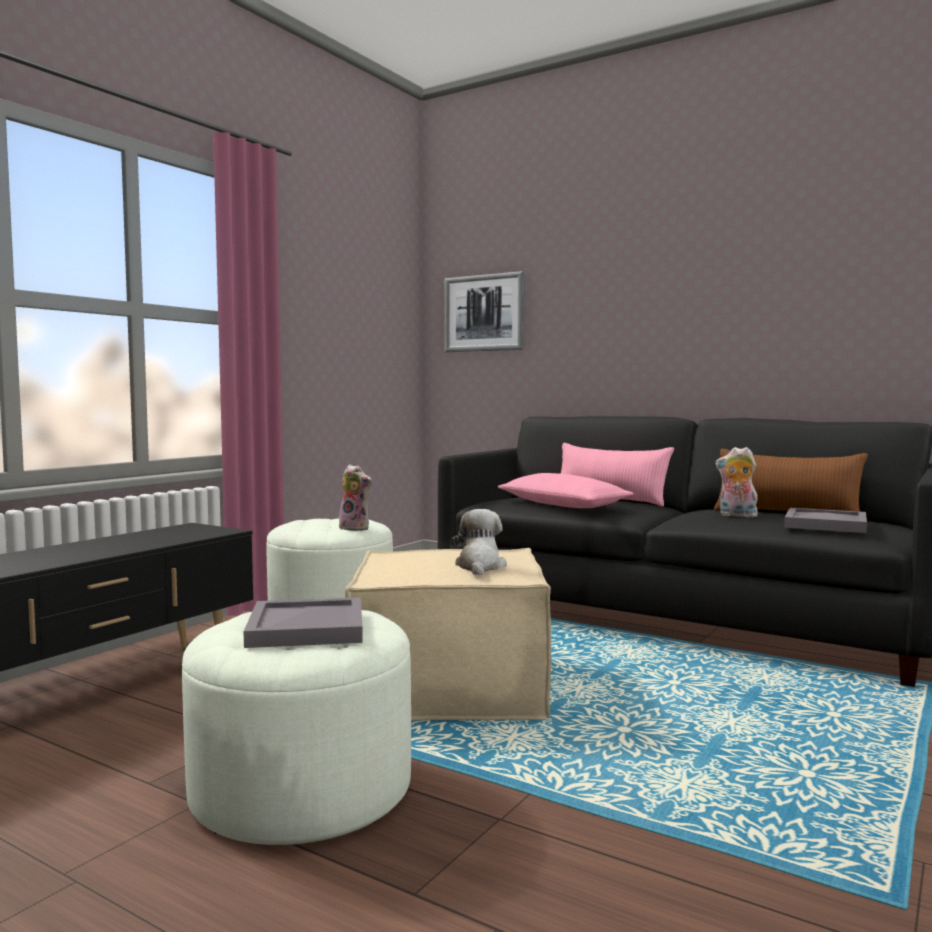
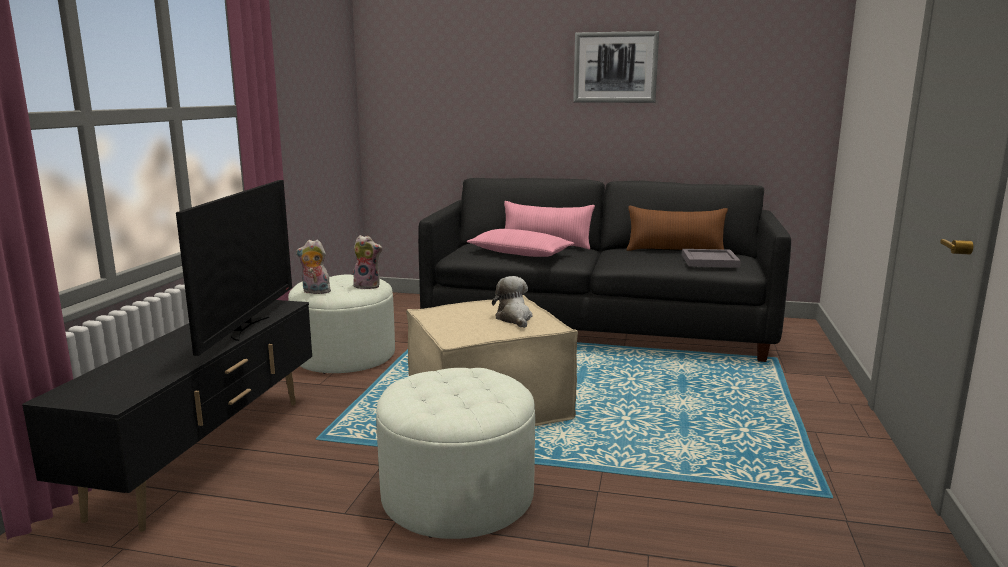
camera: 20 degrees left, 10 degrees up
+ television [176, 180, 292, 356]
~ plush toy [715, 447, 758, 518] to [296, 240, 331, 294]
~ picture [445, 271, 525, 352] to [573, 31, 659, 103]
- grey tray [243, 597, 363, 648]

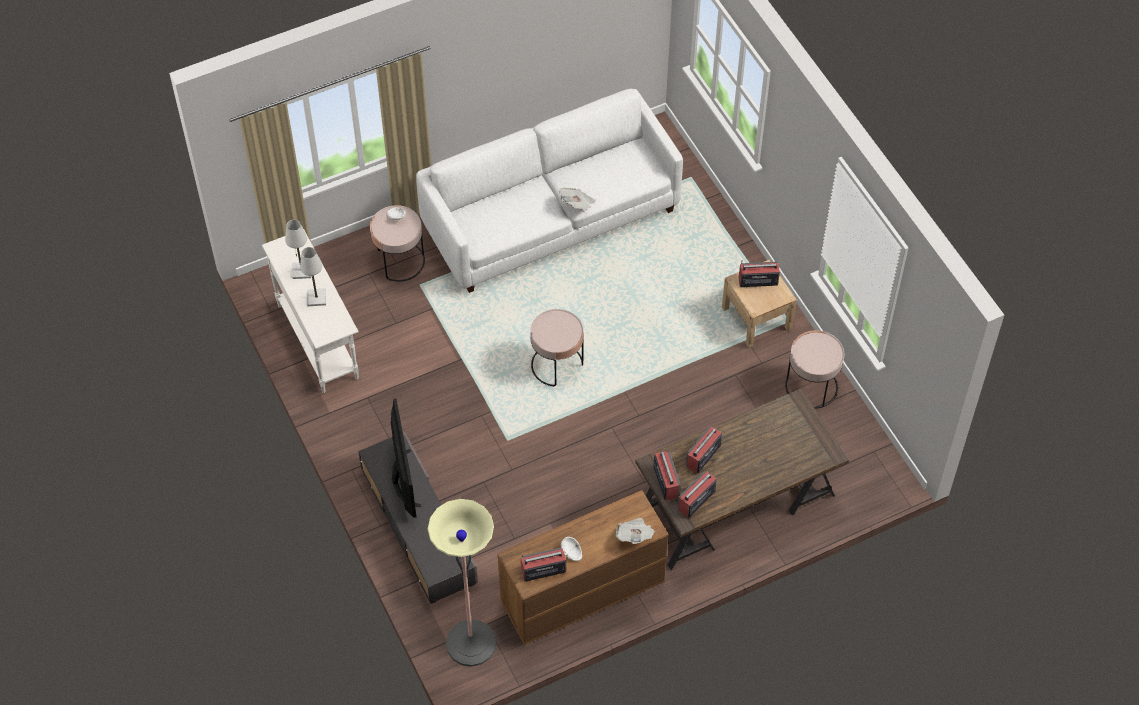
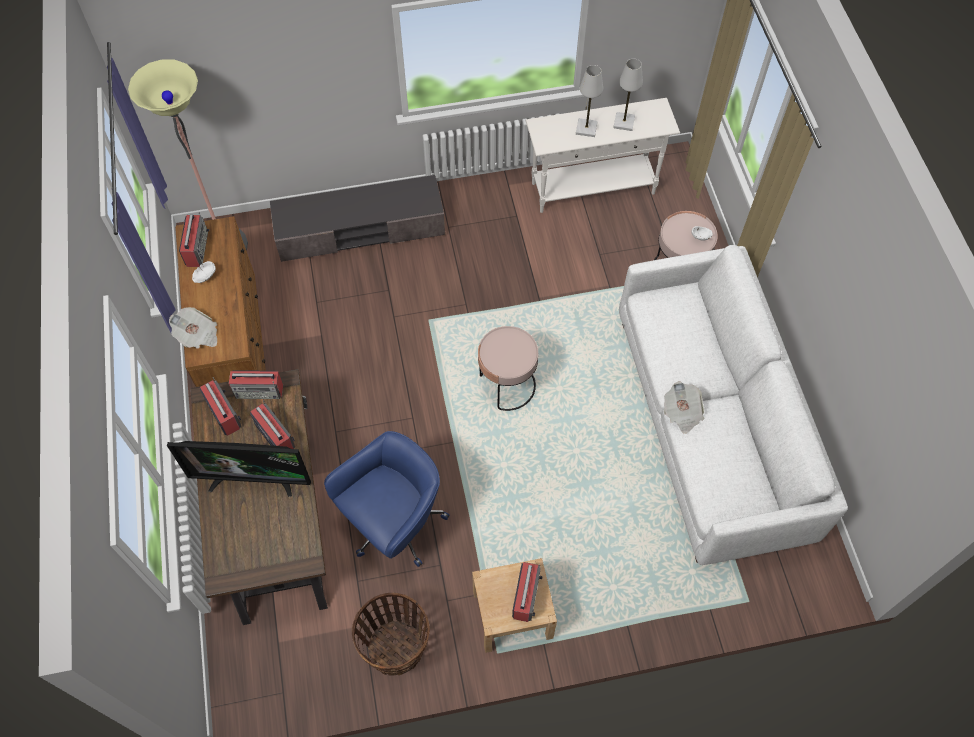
camera: 105 degrees right, 5 degrees up
~ television [391, 398, 422, 518] to [167, 441, 311, 497]
+ blue office chair [324, 431, 450, 567]
~ pink side table [785, 330, 844, 409] to basket [352, 593, 430, 676]

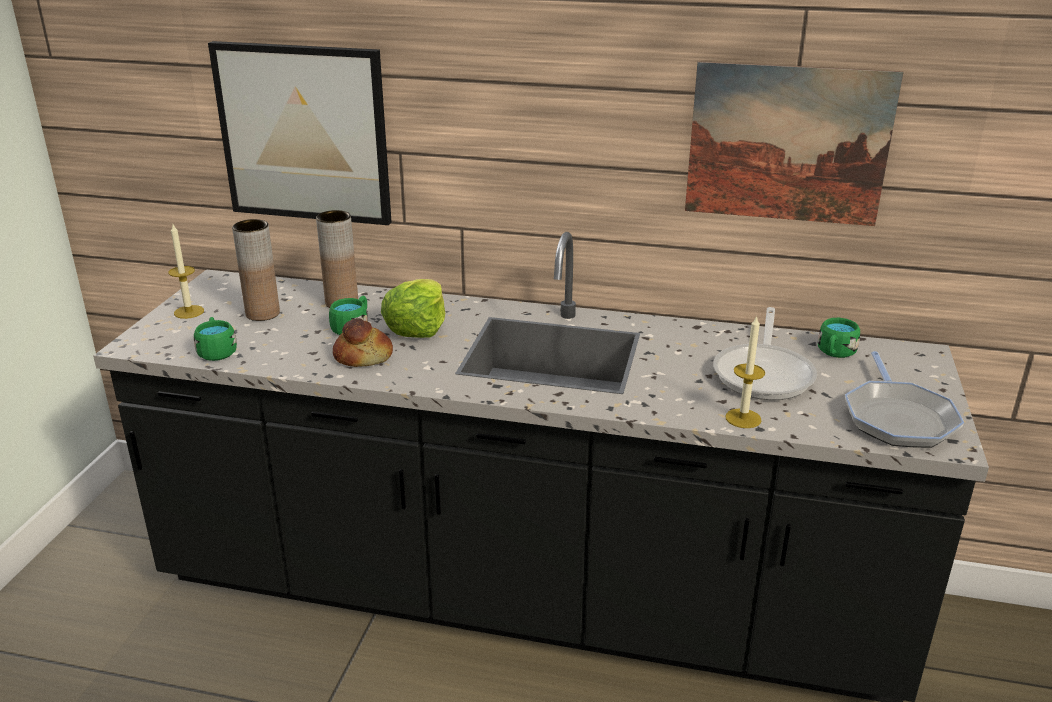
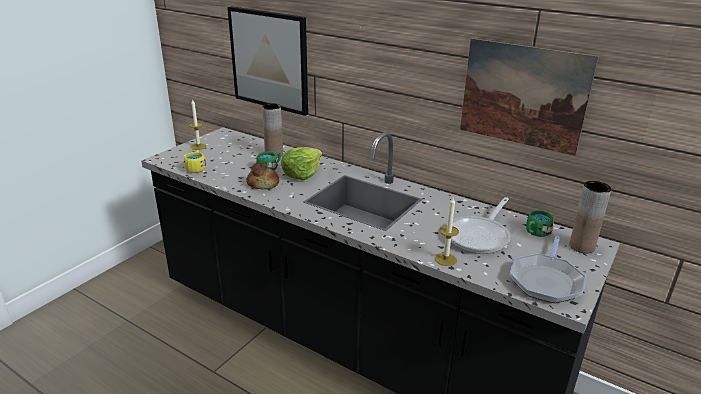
camera: 20 degrees right, 0 degrees up
~ green mug [194, 317, 237, 361] to yellow mug [184, 150, 206, 173]
~ brown vase [232, 219, 280, 321] to [569, 181, 611, 253]

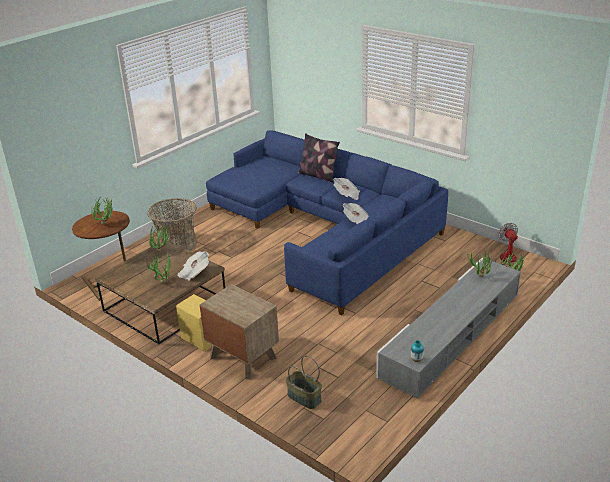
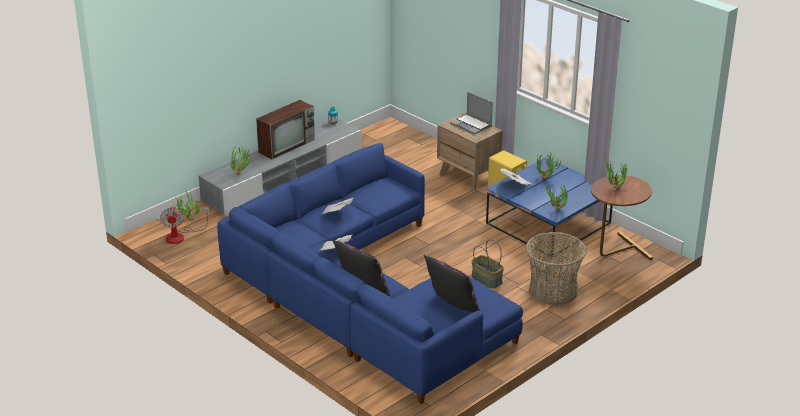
camera: 175 degrees left, 0 degrees up
+ television [256, 100, 315, 160]
+ pillow [424, 255, 480, 313]
+ laptop [450, 92, 493, 135]
~ basket [286, 356, 322, 409] to [472, 239, 504, 289]
~ brown coffee table [95, 241, 225, 344] to blue coffee table [486, 157, 613, 255]

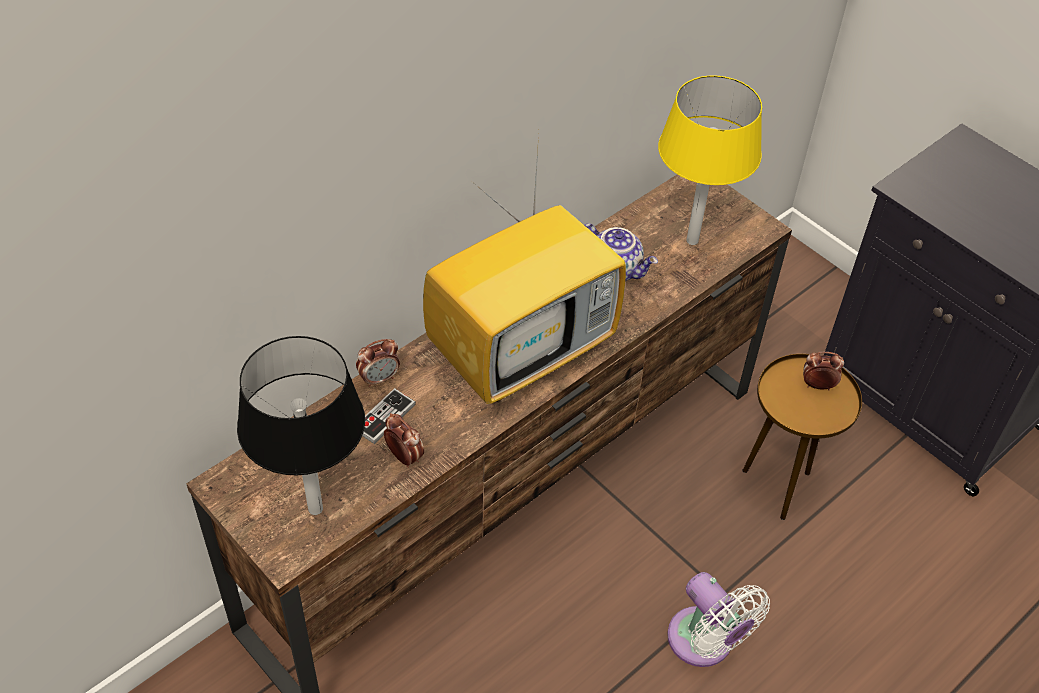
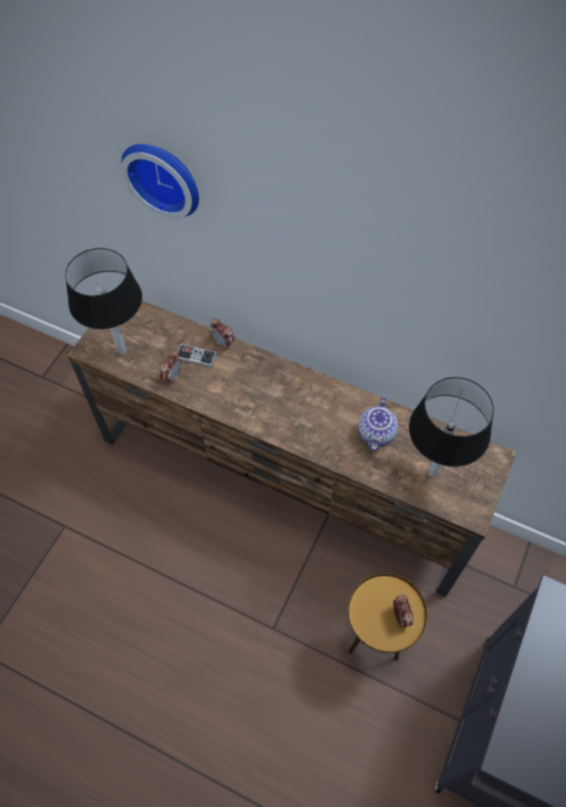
camera: 70 degrees right, 10 degrees up
+ wall clock [121, 144, 199, 219]
~ yellow table lamp [658, 75, 762, 245] to black table lamp [409, 377, 494, 477]
- television [423, 135, 626, 404]
- white fan [667, 572, 770, 667]

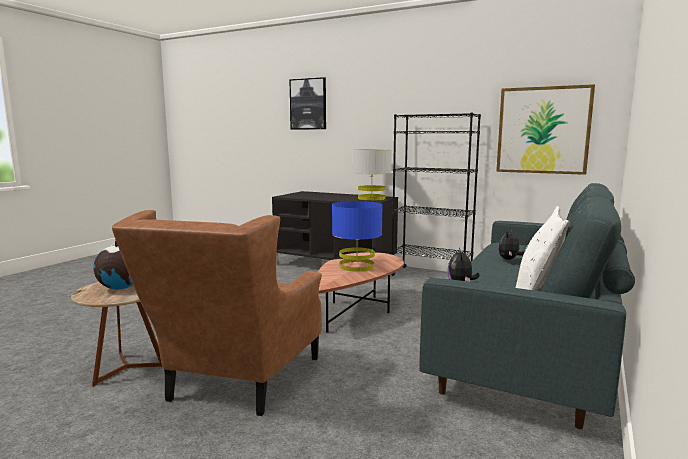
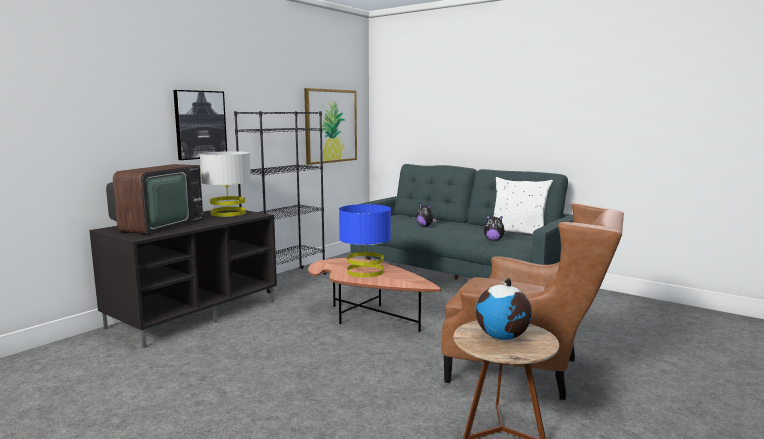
camera: 80 degrees left, 0 degrees up
+ television [106, 164, 203, 234]
~ picture [290, 77, 326, 130] to [173, 90, 227, 160]

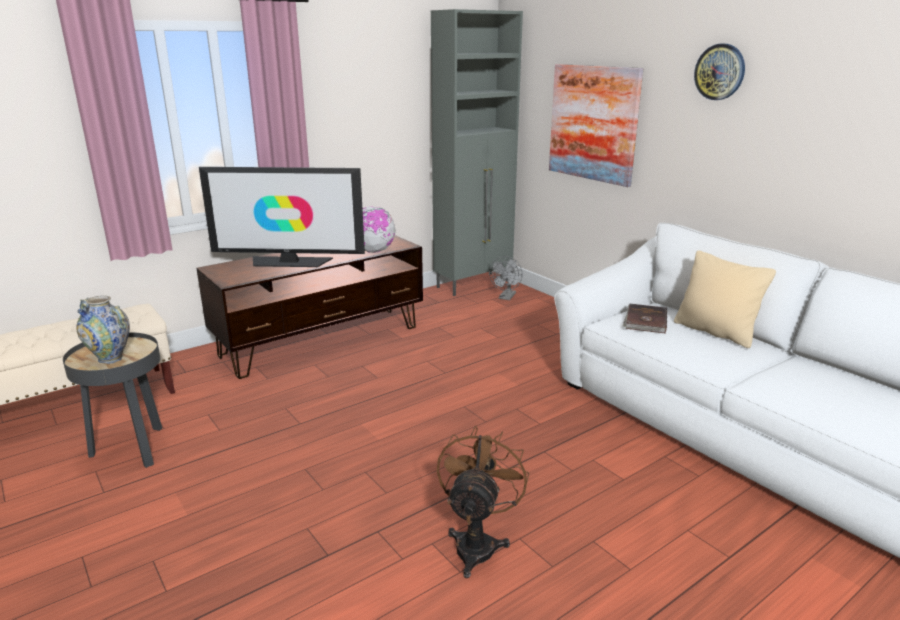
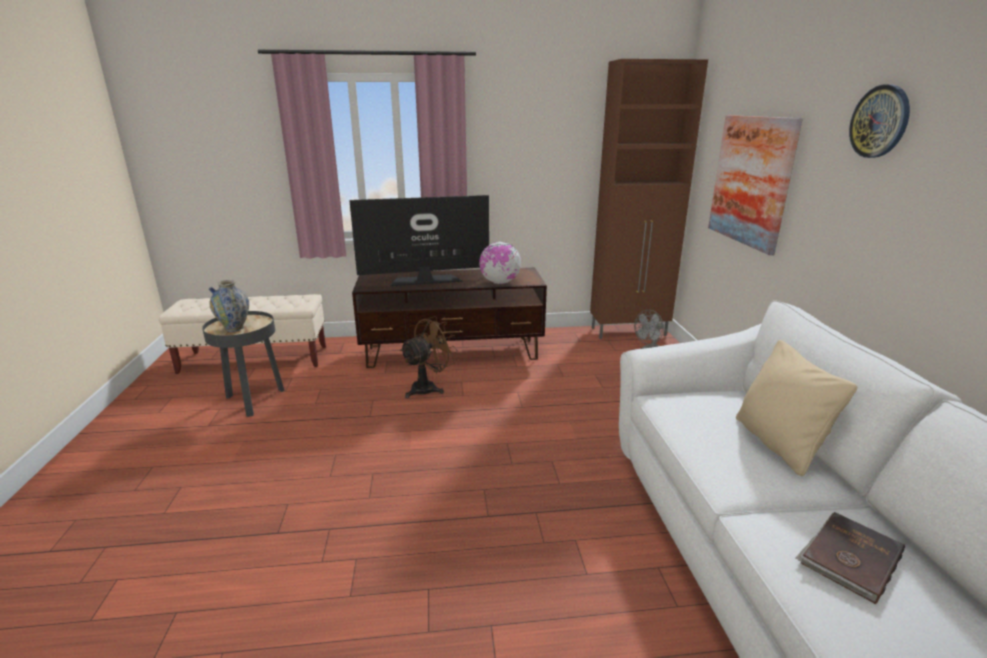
camera: 30 degrees right, 0 degrees up
~ television [199, 167, 365, 267] = [349, 195, 489, 286] 135 degrees clockwise
~ brown fan [437, 426, 529, 578] to [399, 316, 458, 398]
~ grey cabinet [431, 9, 523, 296] to brown cabinet [590, 59, 708, 339]
~ brown book [622, 304, 667, 334] to [795, 512, 905, 604]

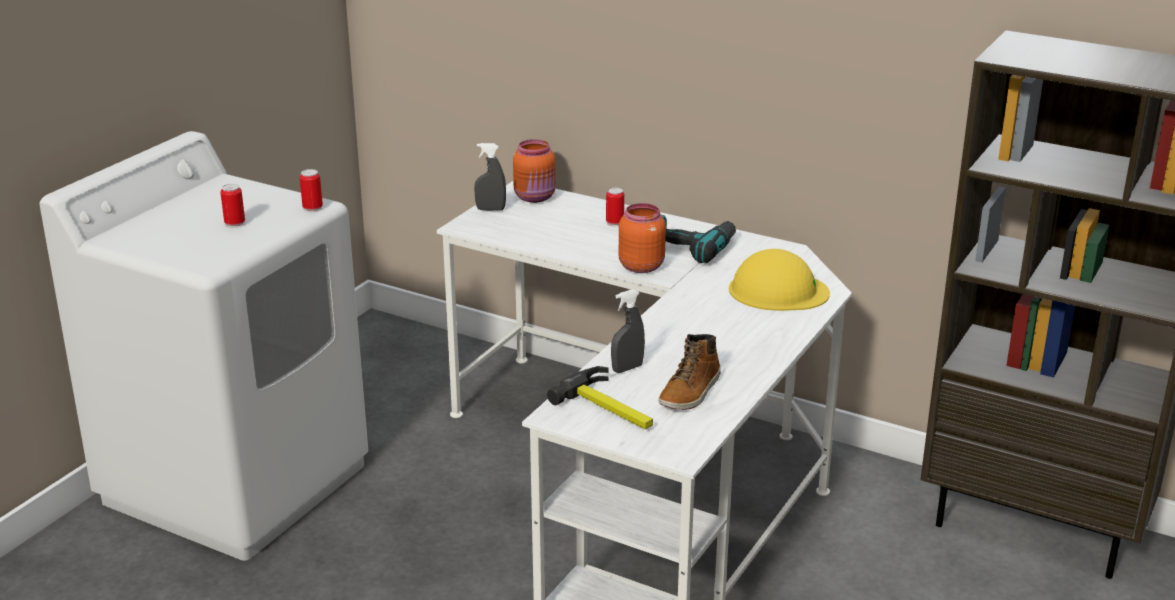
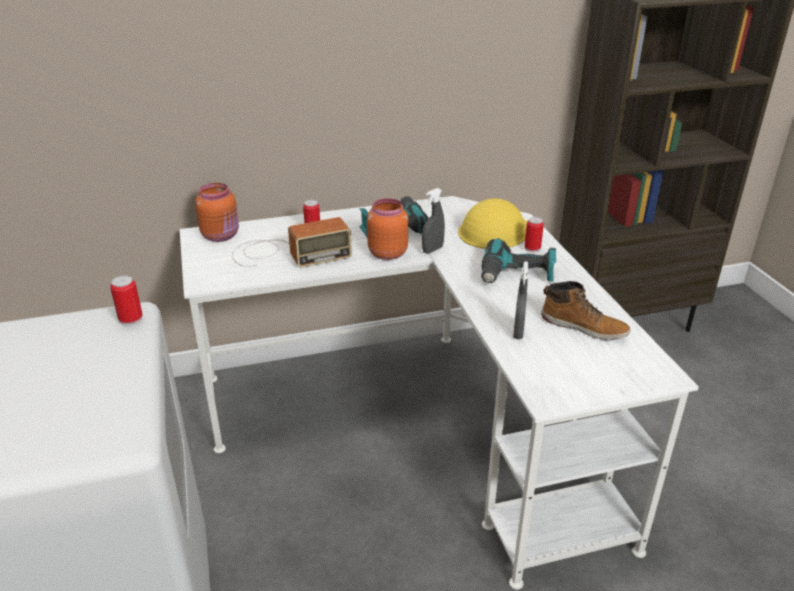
camera: 45 degrees left, 5 degrees up
+ radio [232, 217, 352, 267]
~ grey spray bottle [474, 143, 506, 211] to [422, 188, 445, 254]
+ power drill [481, 238, 556, 283]
~ can [220, 184, 245, 228] to [524, 217, 544, 253]
~ boot [659, 334, 721, 410] = [541, 281, 630, 340] 45 degrees counterclockwise
- hammer [547, 366, 653, 429]

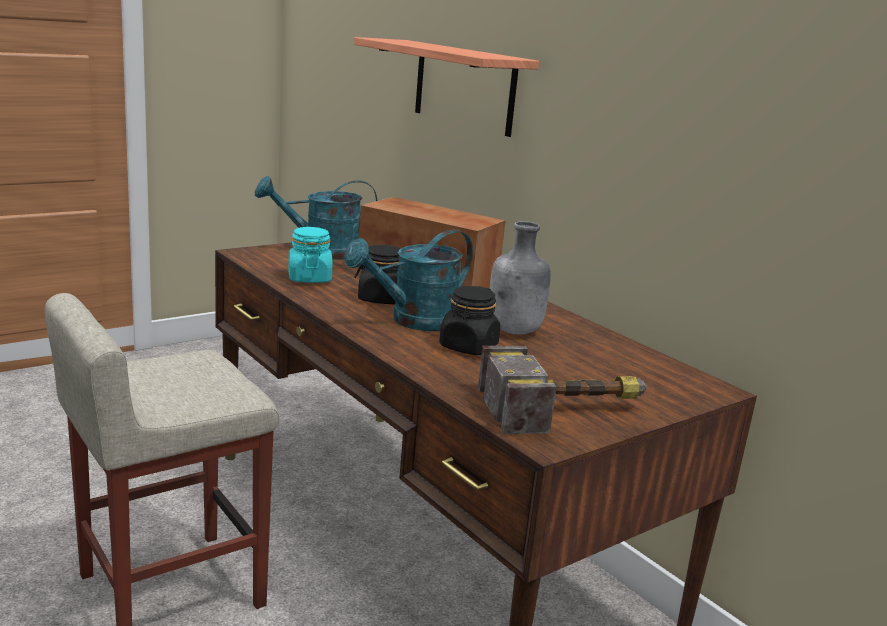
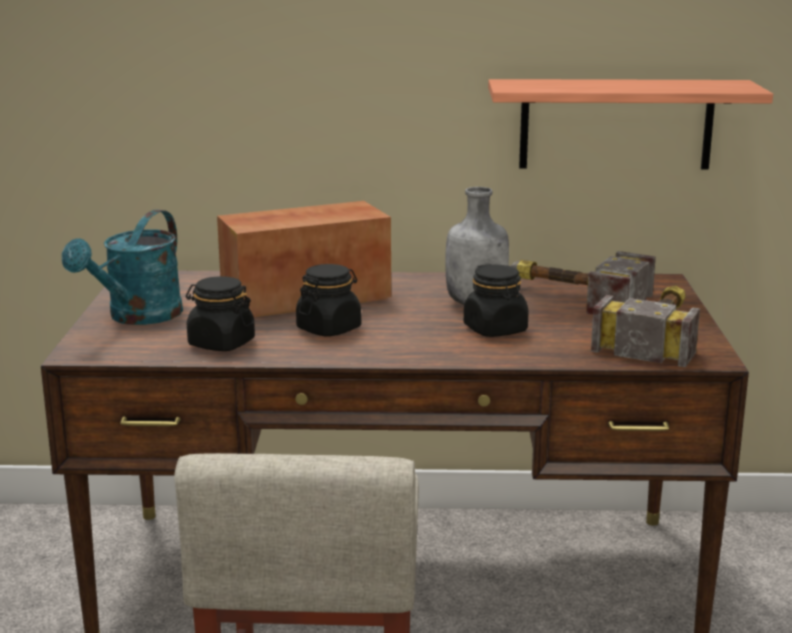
camera: 50 degrees left, 0 degrees up
~ turquoise jar [288, 227, 332, 283] to black jar [186, 276, 255, 351]
~ shelf [354, 37, 539, 137] to [488, 79, 773, 170]
+ hammer [510, 251, 656, 315]
- turquoise watering can [344, 229, 473, 331]

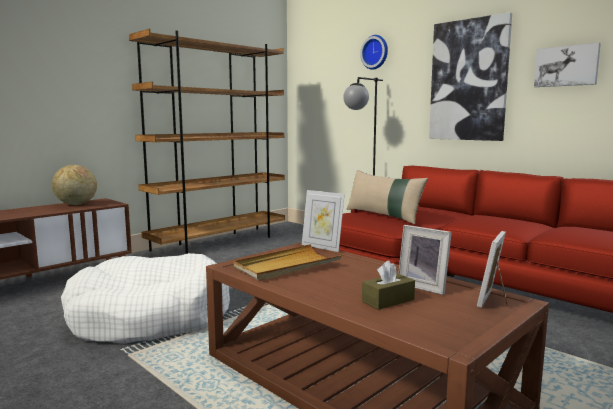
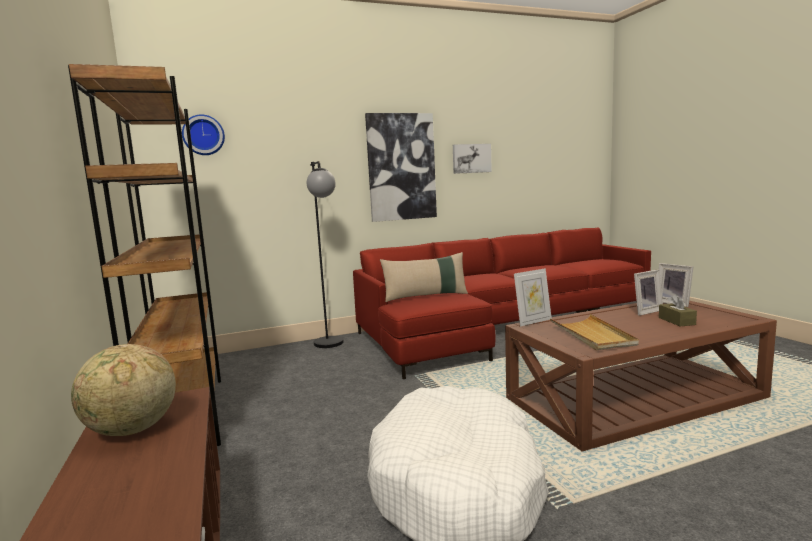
camera: 65 degrees left, 0 degrees up
~ wall clock [360, 35, 388, 70] to [182, 114, 225, 155]

